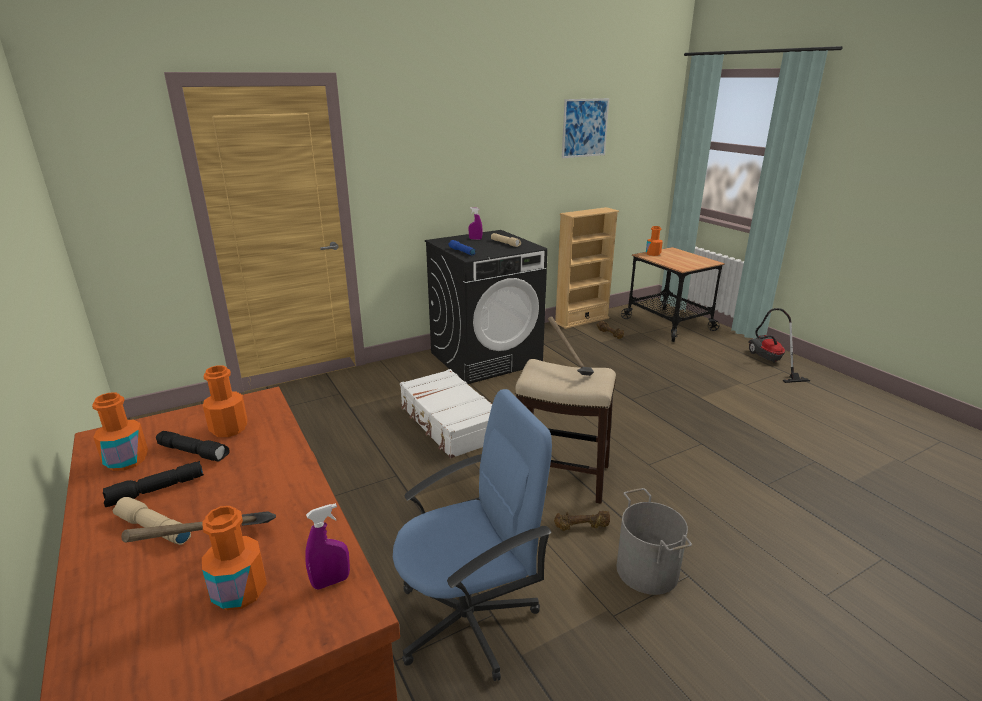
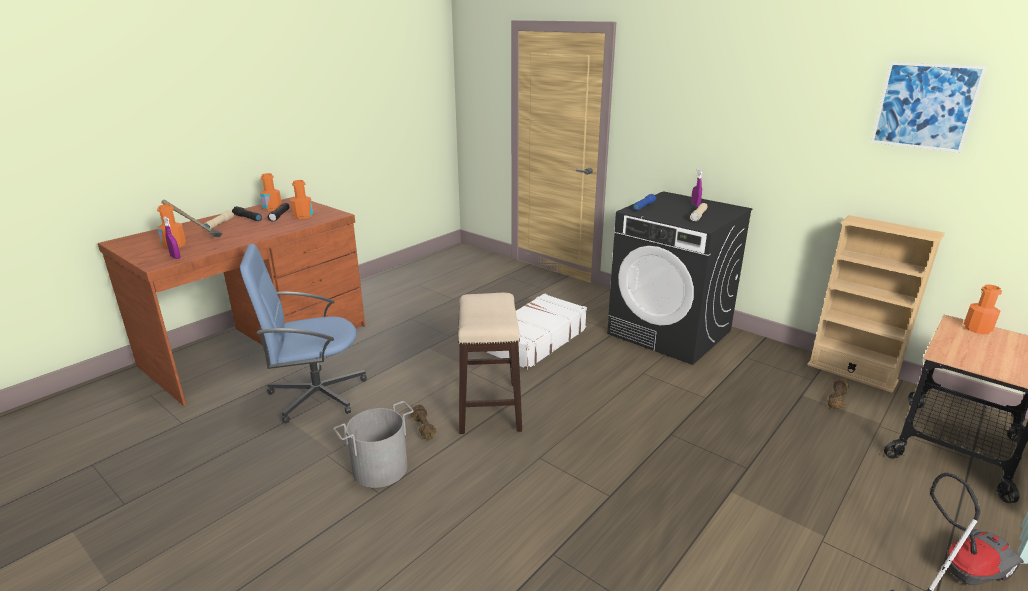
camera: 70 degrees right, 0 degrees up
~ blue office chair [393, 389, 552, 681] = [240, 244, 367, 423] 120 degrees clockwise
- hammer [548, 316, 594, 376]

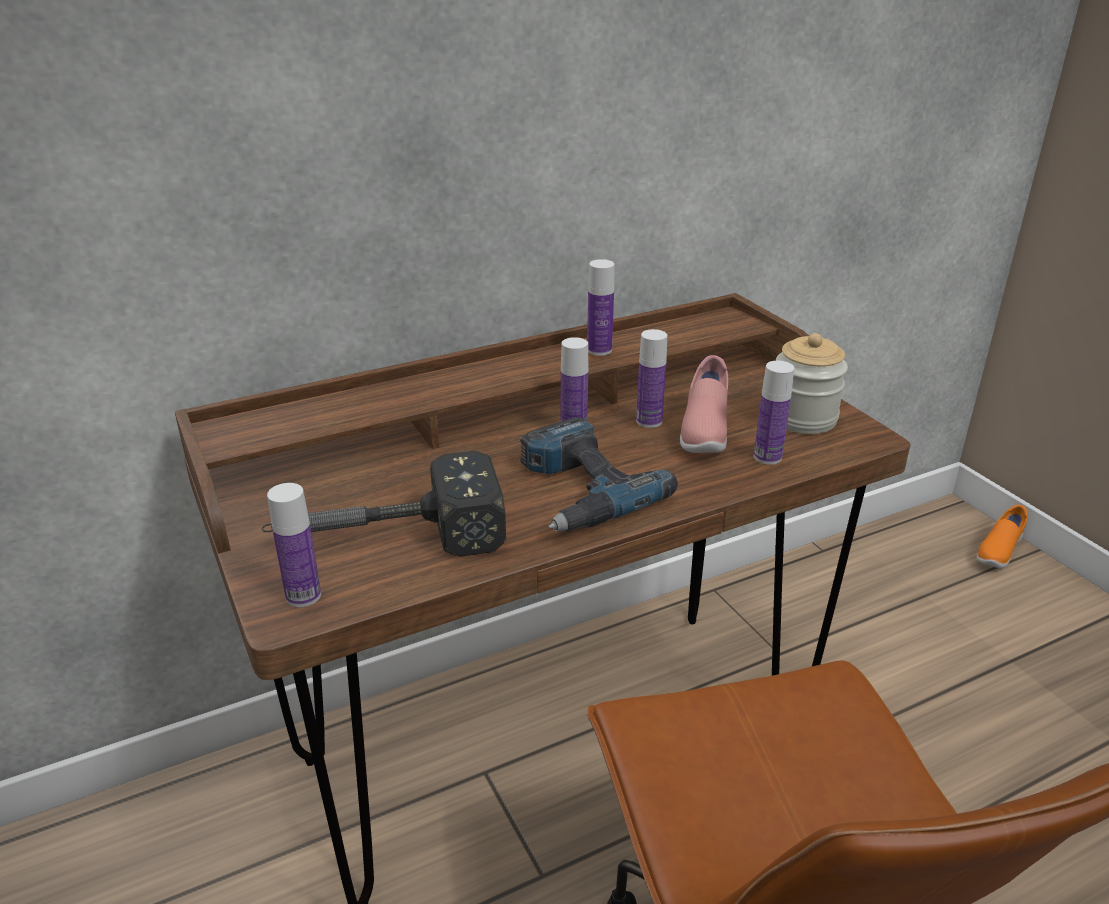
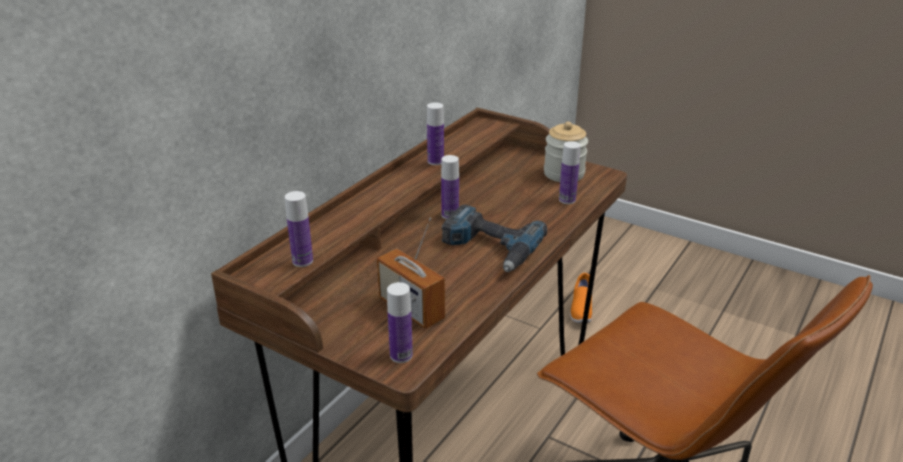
camera: 30 degrees left, 0 degrees up
~ bottle [636, 329, 667, 428] to [285, 191, 313, 267]
~ hammer [262, 451, 506, 557] to radio [377, 218, 445, 329]
~ orange shoe [977, 505, 1028, 568] to [570, 273, 592, 323]
- pink shoe [680, 355, 728, 453]

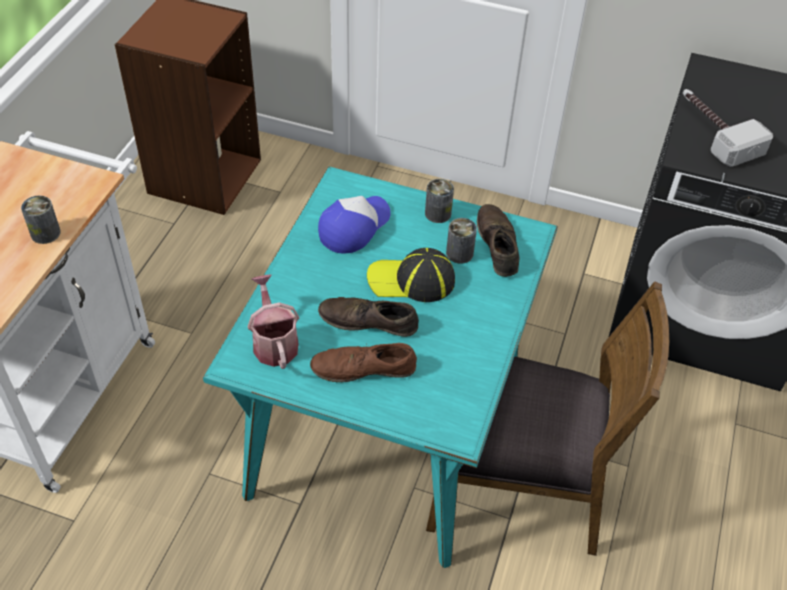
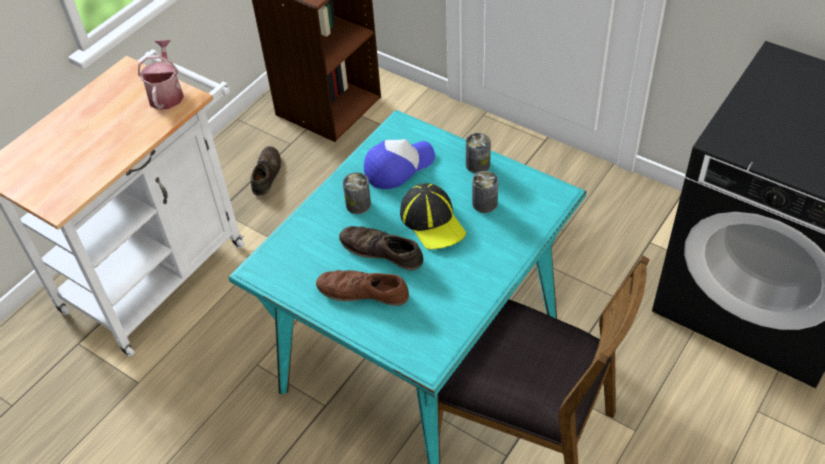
camera: 20 degrees right, 0 degrees up
~ watering can [247, 275, 299, 369] to [138, 40, 184, 110]
~ brown shoe [477, 204, 520, 277] to [251, 146, 281, 196]
~ can [21, 195, 61, 244] to [343, 172, 371, 214]
~ cap [367, 248, 455, 302] = [400, 183, 466, 250] 135 degrees counterclockwise
- hammer [683, 89, 773, 167]

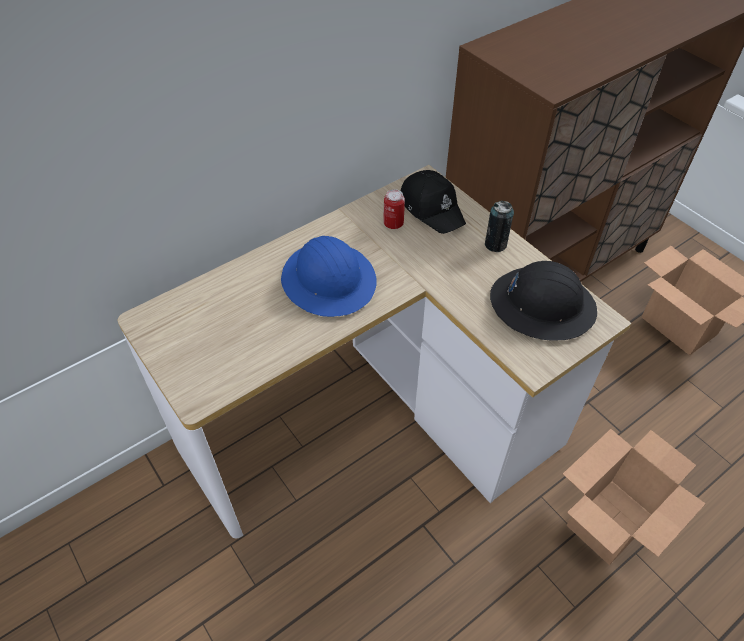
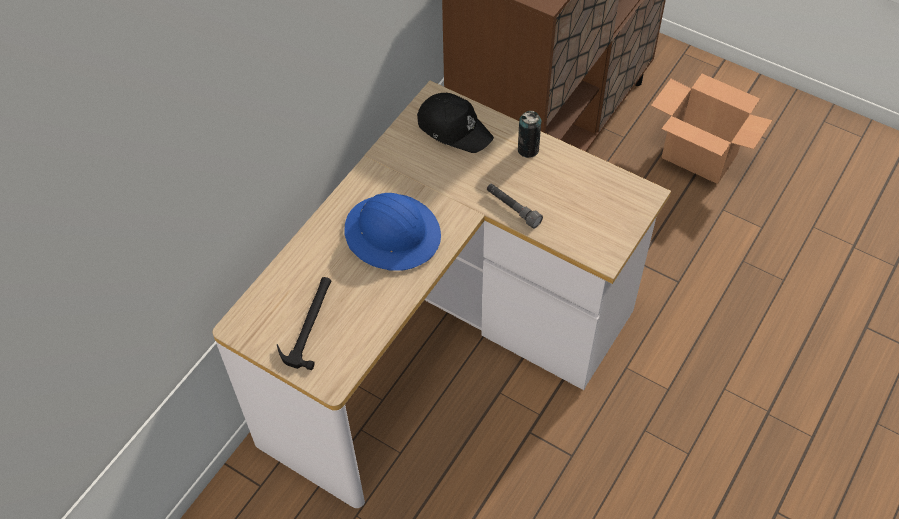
camera: 20 degrees left, 5 degrees up
+ hammer [277, 277, 331, 370]
+ grey flashlight [487, 184, 543, 228]
- can [383, 189, 405, 229]
- black hard hat [490, 261, 597, 341]
- cardboard box [563, 429, 706, 565]

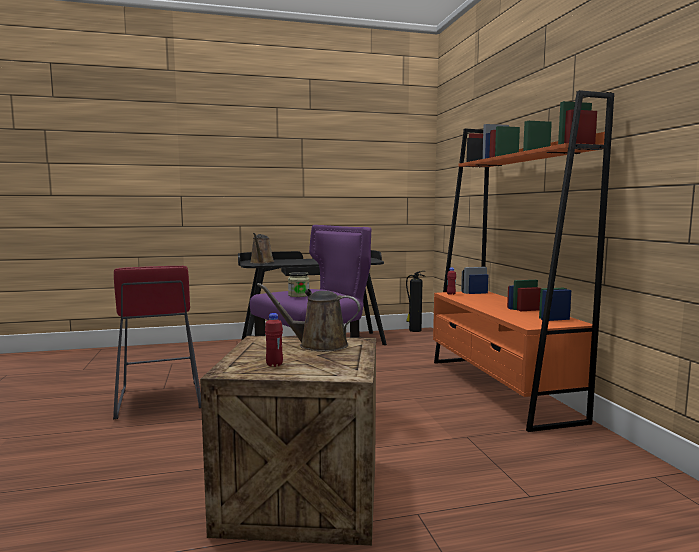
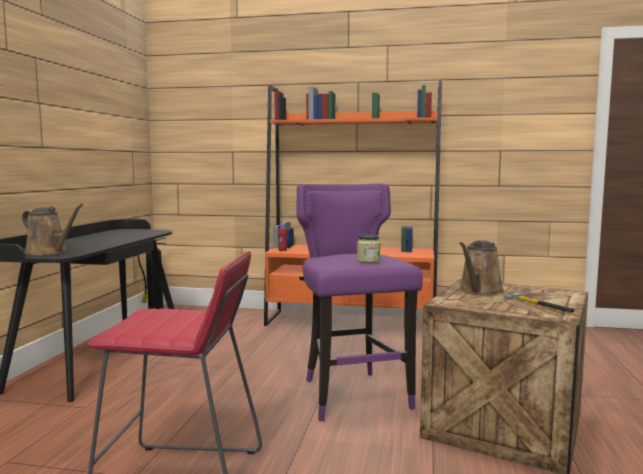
camera: 65 degrees left, 0 degrees up
~ red bottle [265, 313, 283, 367] to hammer [503, 292, 574, 312]

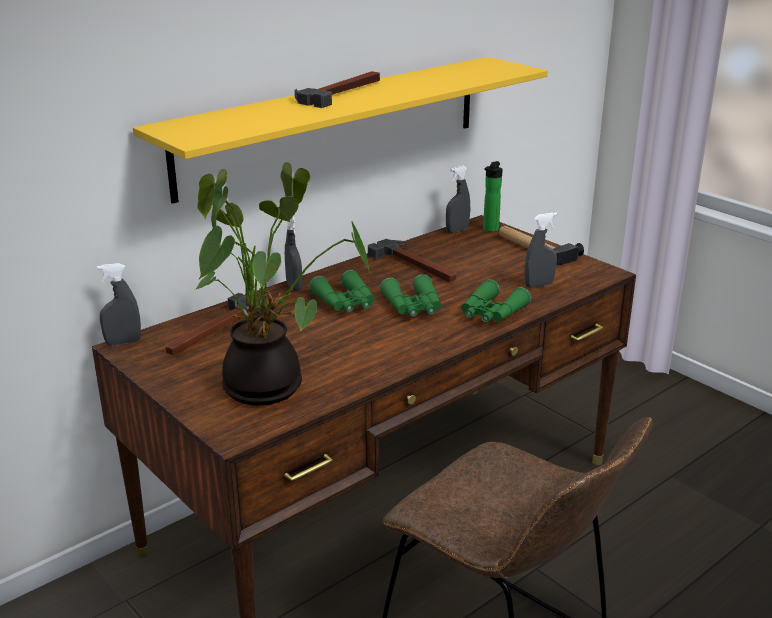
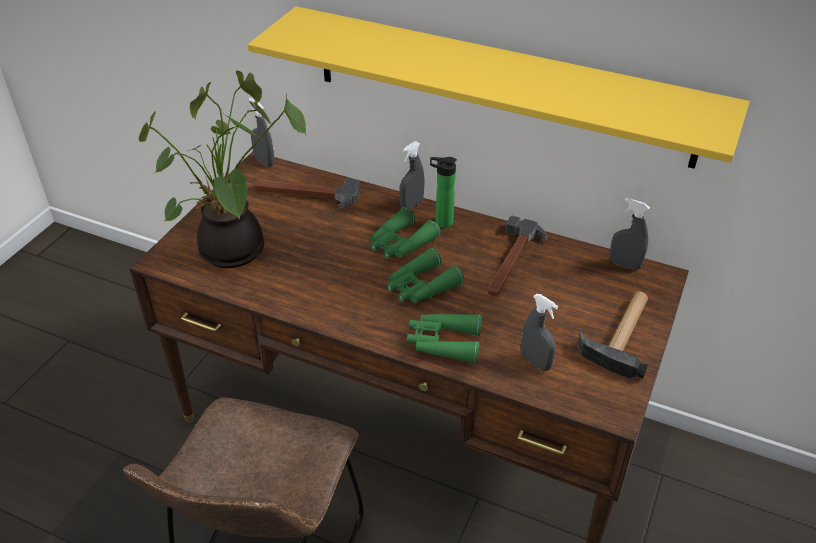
camera: 65 degrees right, 15 degrees up
~ bottle [483, 161, 503, 232] to [430, 157, 457, 228]
- hammer [294, 71, 380, 108]

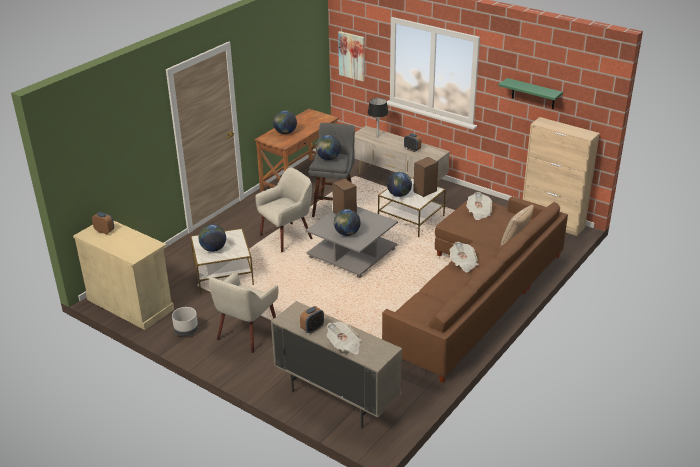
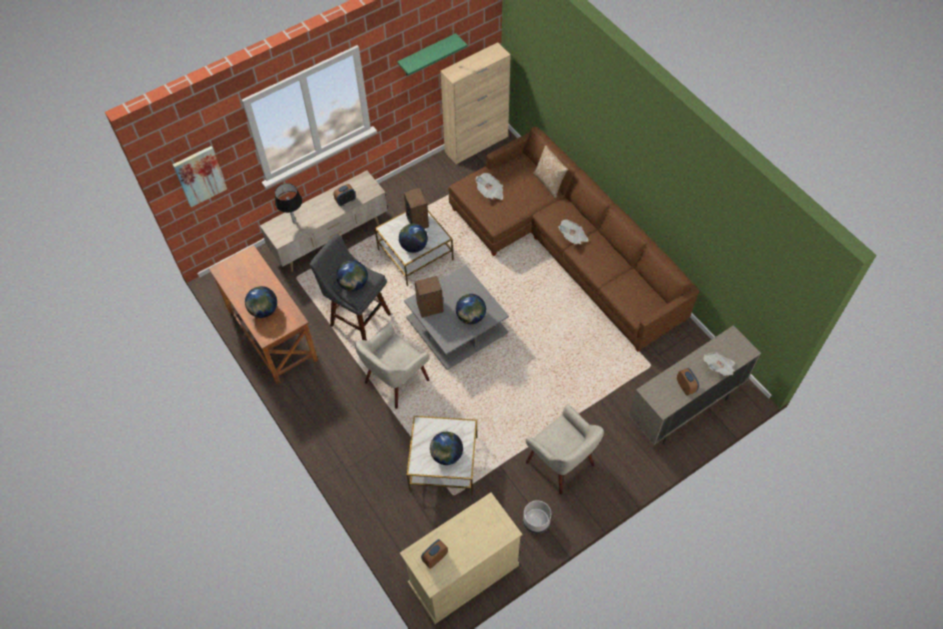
camera: 70 degrees left, 25 degrees up
~ beige armchair [255, 167, 313, 252] = [355, 323, 429, 409] 120 degrees counterclockwise

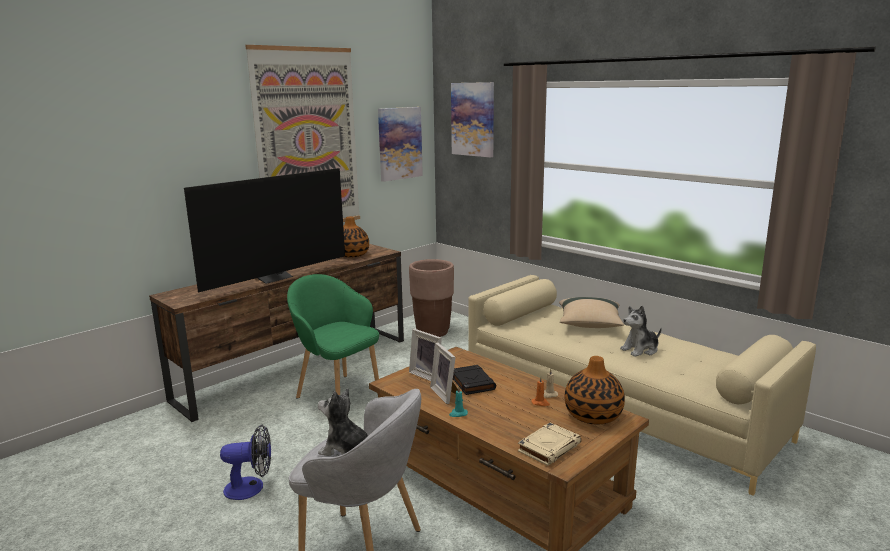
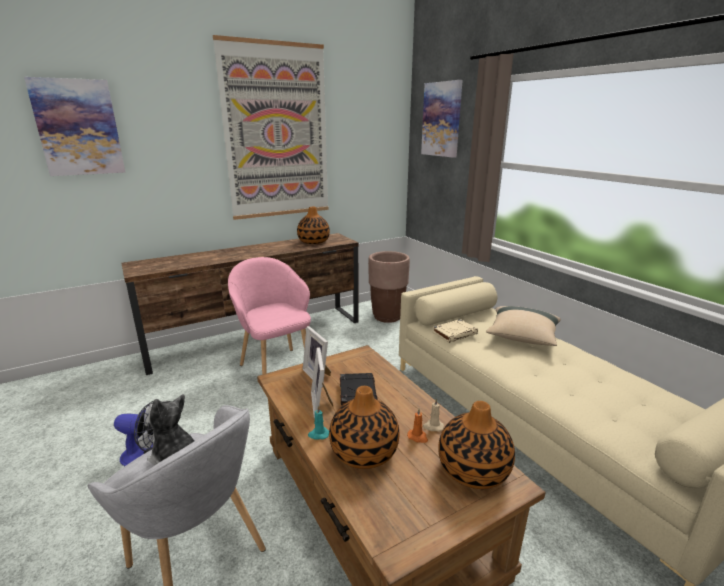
camera: 15 degrees right, 5 degrees up
~ picture [378, 107, 423, 182] to [24, 77, 125, 176]
~ green armchair [287, 274, 379, 399] to pink armchair [228, 257, 311, 375]
+ vase [329, 386, 399, 469]
~ beige book [518, 423, 581, 466] to [433, 319, 478, 343]
- television [184, 168, 345, 292]
- plush toy [620, 306, 662, 357]

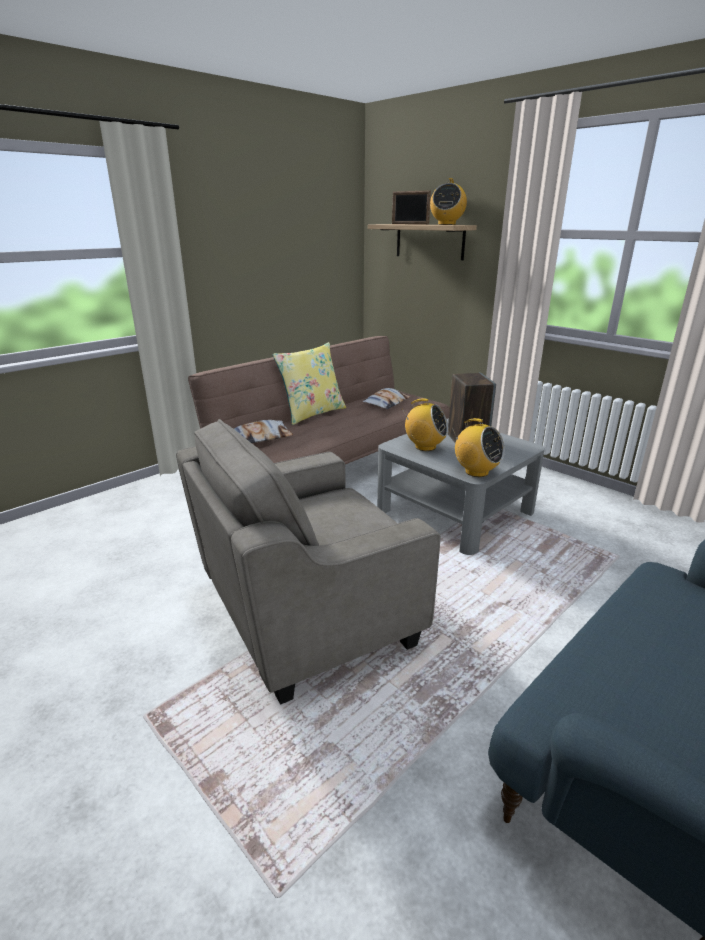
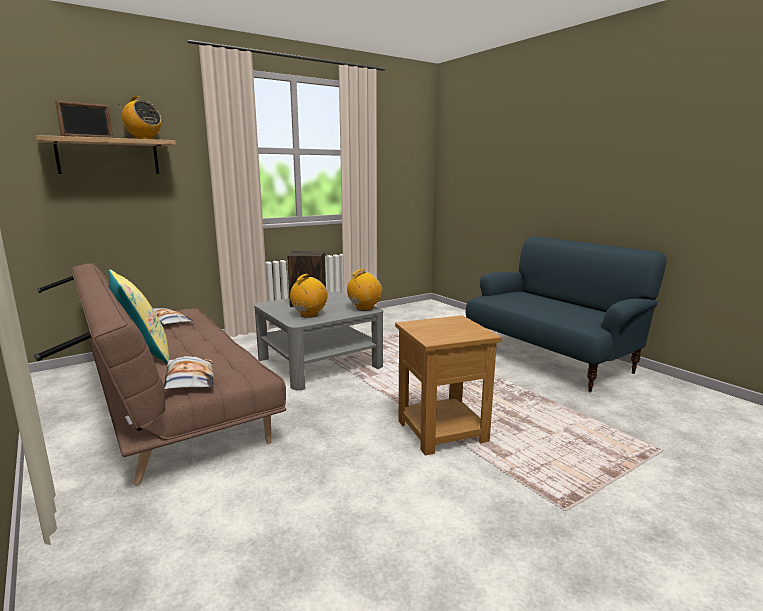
camera: 80 degrees left, 10 degrees down
~ grey armchair [176, 419, 441, 705] to brown side table [395, 315, 502, 456]

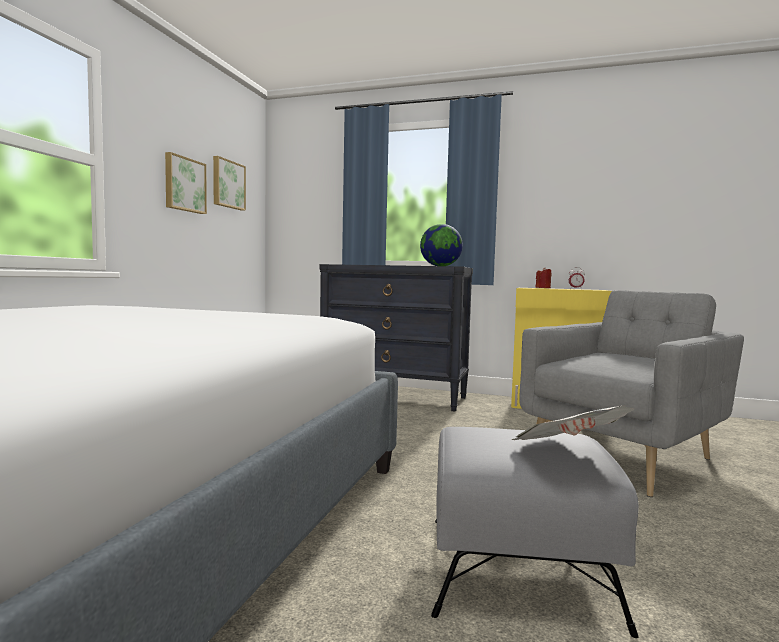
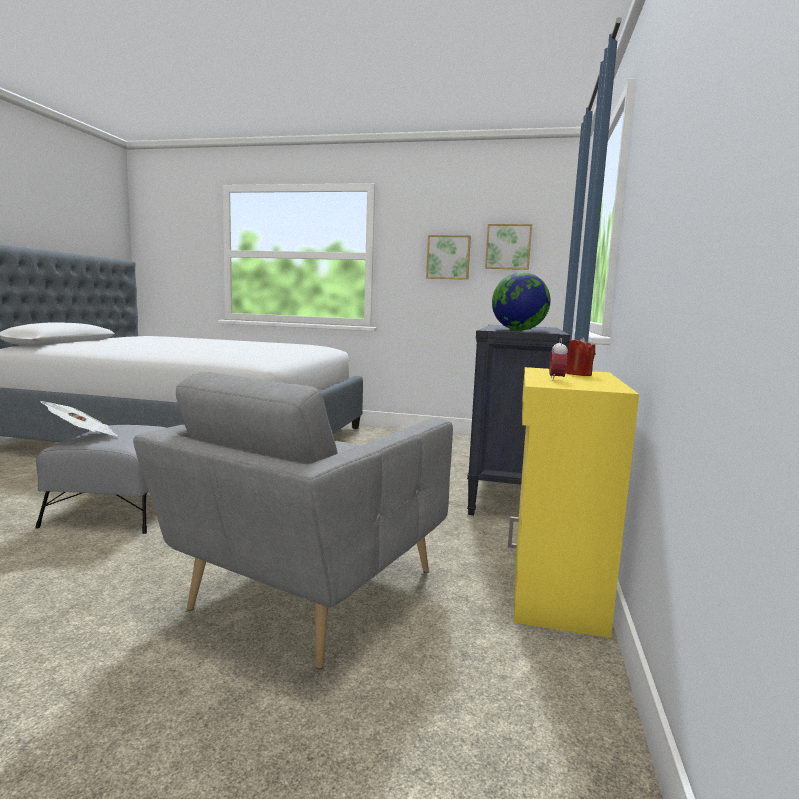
camera: 85 degrees right, 5 degrees up
~ grey armchair [519, 290, 744, 497] = [133, 372, 453, 669] 75 degrees clockwise

